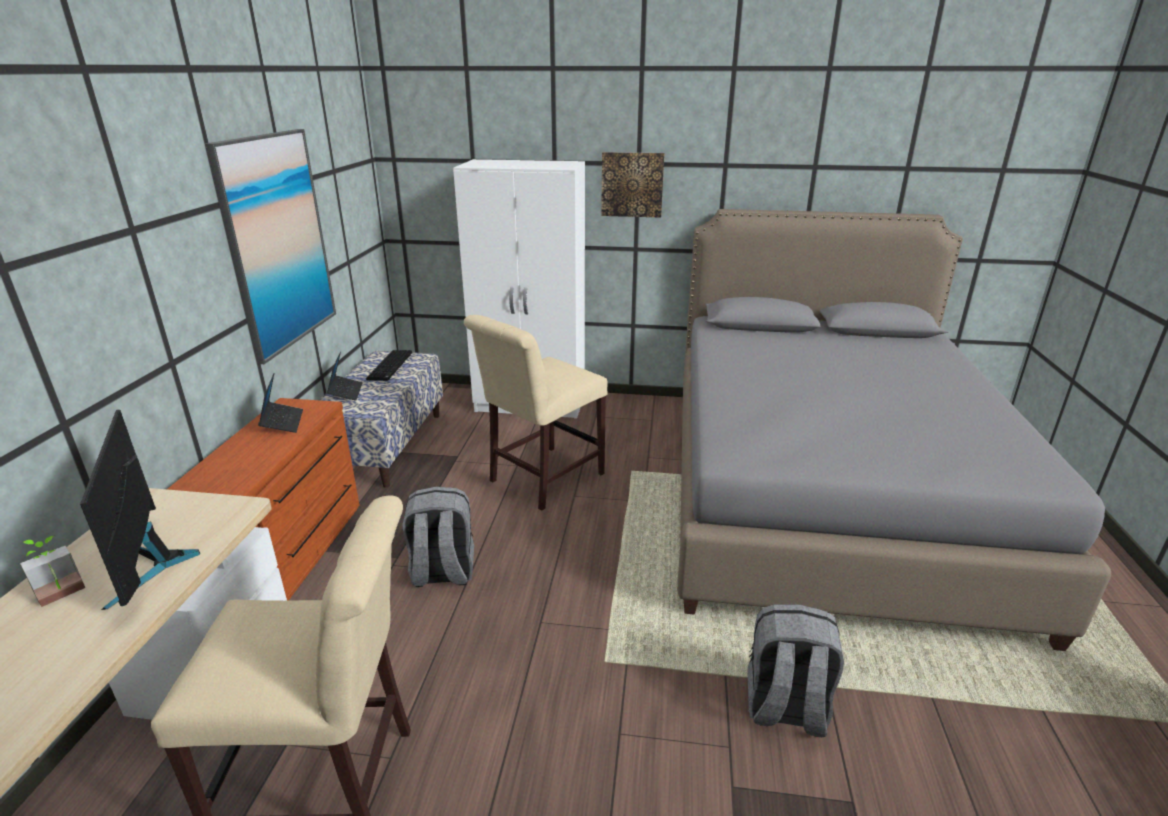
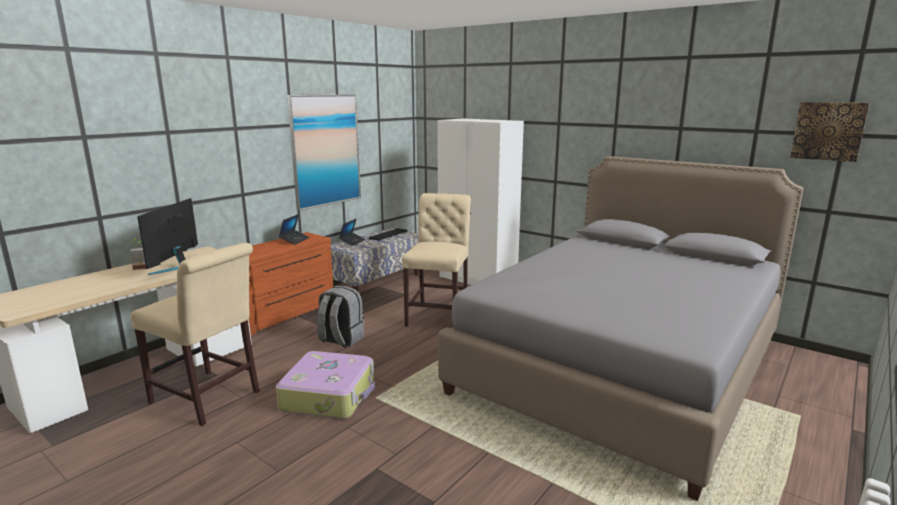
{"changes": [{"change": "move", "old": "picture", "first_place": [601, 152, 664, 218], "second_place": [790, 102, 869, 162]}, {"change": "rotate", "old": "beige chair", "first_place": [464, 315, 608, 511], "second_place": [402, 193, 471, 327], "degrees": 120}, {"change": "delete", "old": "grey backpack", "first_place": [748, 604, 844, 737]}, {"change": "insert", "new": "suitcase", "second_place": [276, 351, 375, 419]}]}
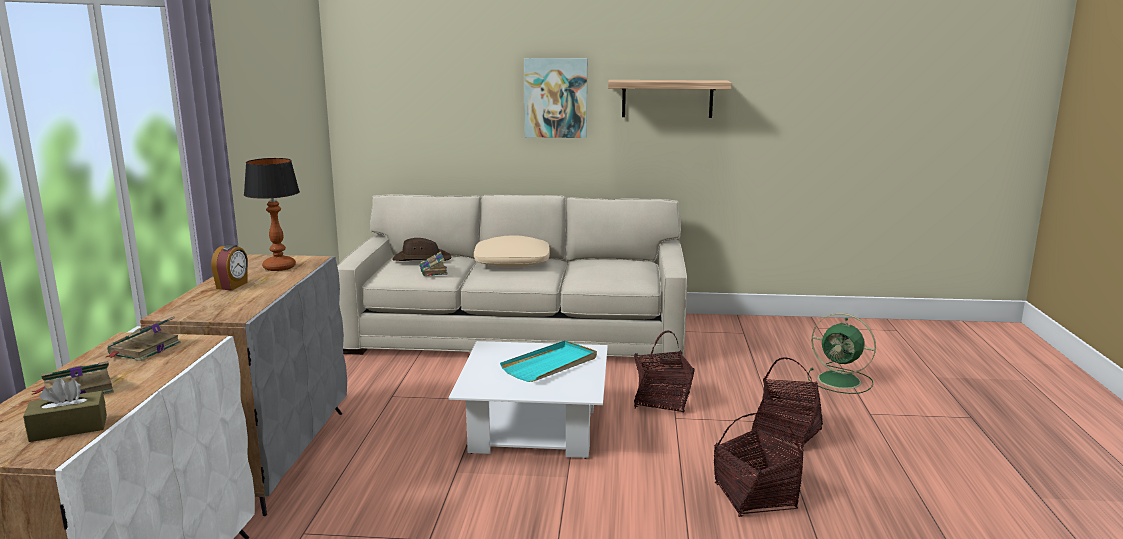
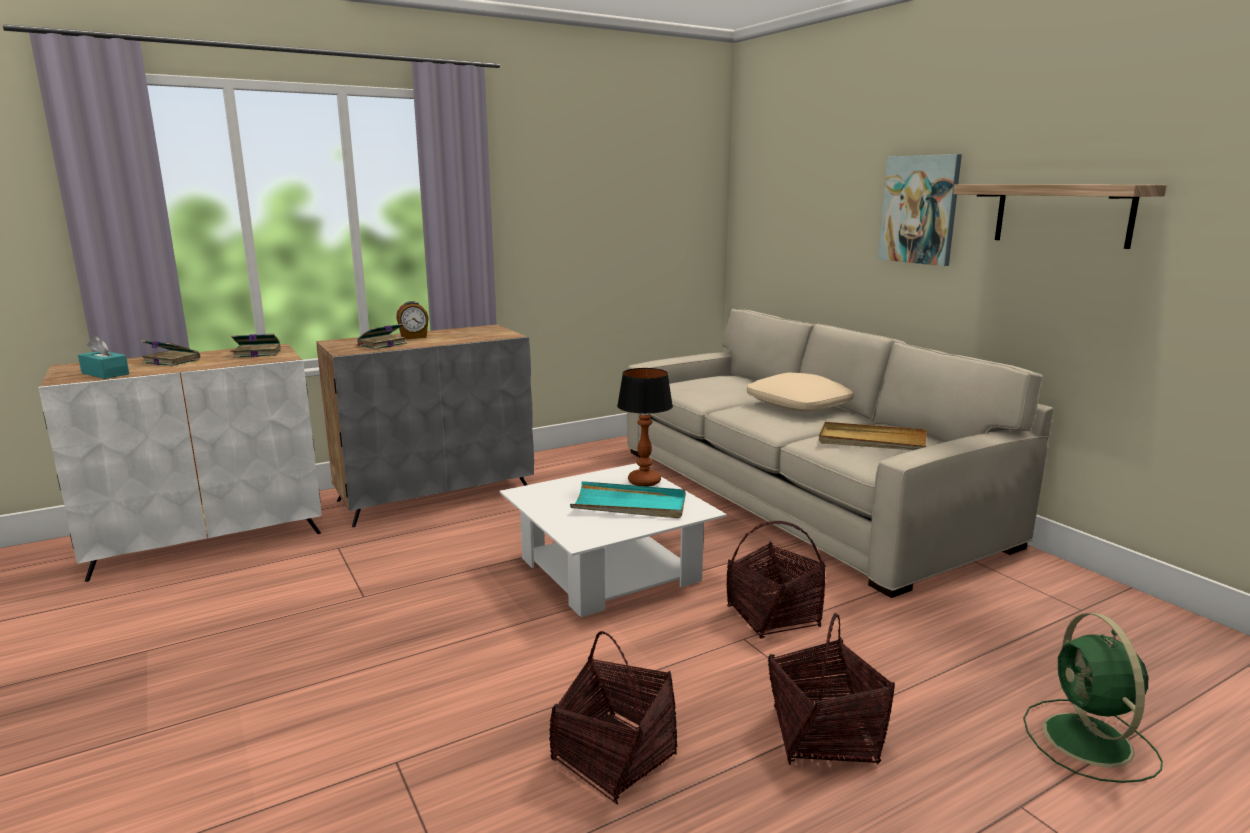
{"changes": [{"change": "move", "old": "table lamp", "first_place": [244, 158, 300, 271], "second_place": [617, 368, 673, 487]}, {"change": "delete", "old": "brown hat", "first_place": [392, 238, 451, 261]}, {"change": "move", "old": "book", "first_place": [420, 252, 448, 276], "second_place": [357, 323, 407, 349]}, {"change": "recolor", "old": "brown tissue box", "new": "turquoise tissue box", "first_place": [23, 378, 107, 442], "second_place": [78, 336, 129, 379]}, {"change": "insert", "new": "beige tray", "second_place": [819, 422, 927, 450]}]}
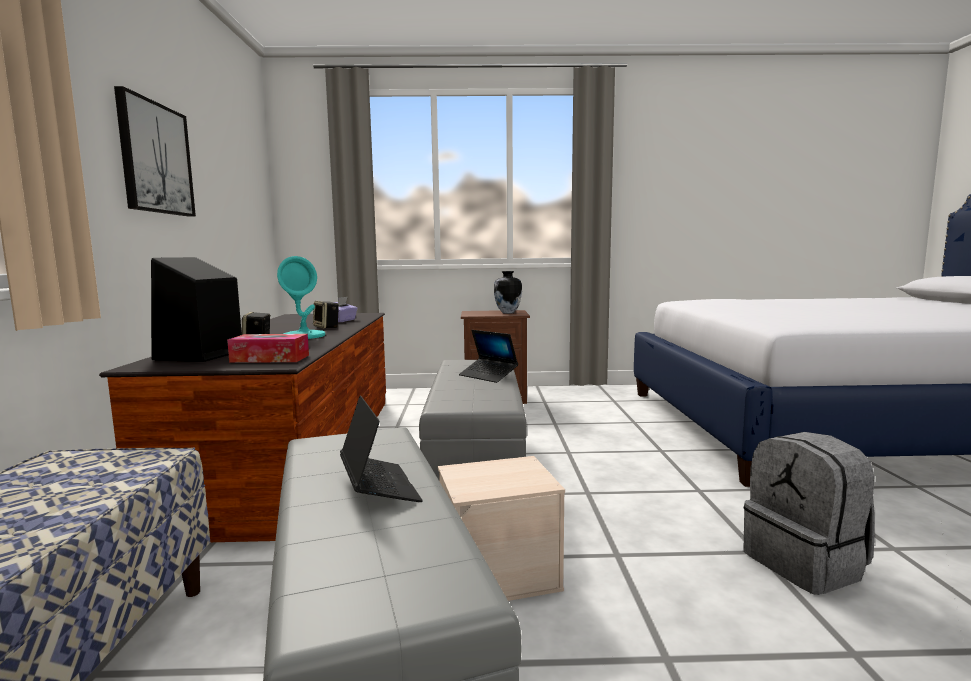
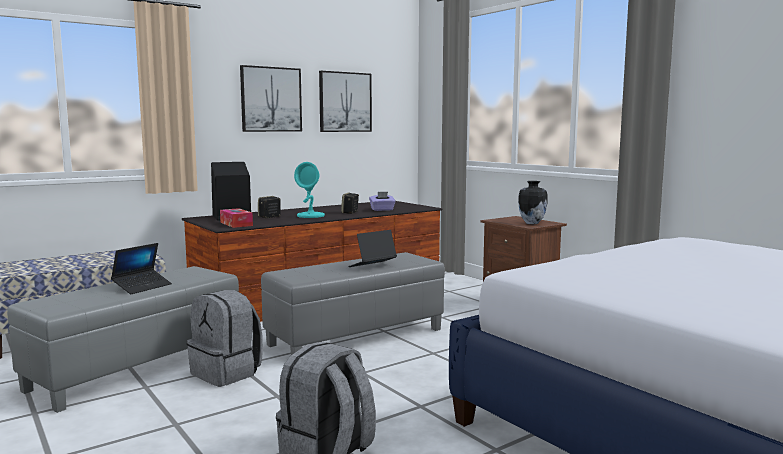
{"changes": [{"change": "rotate", "old": "laptop", "first_place": [459, 330, 518, 383], "second_place": [348, 230, 397, 267], "degrees": 45}, {"change": "replace", "old": "beige storage box", "new": "grey backpack", "first_place": [438, 456, 565, 601], "second_place": [187, 290, 263, 387]}, {"change": "insert", "new": "picture", "second_place": [319, 71, 372, 132]}]}
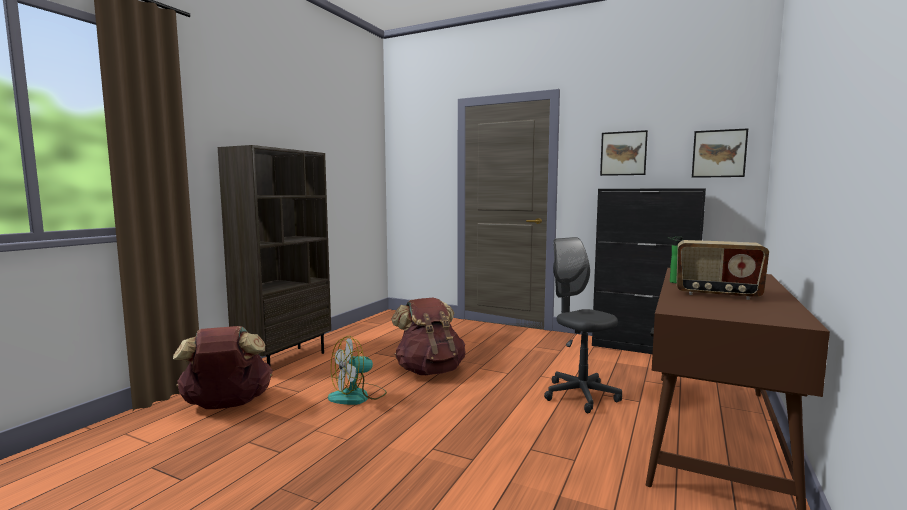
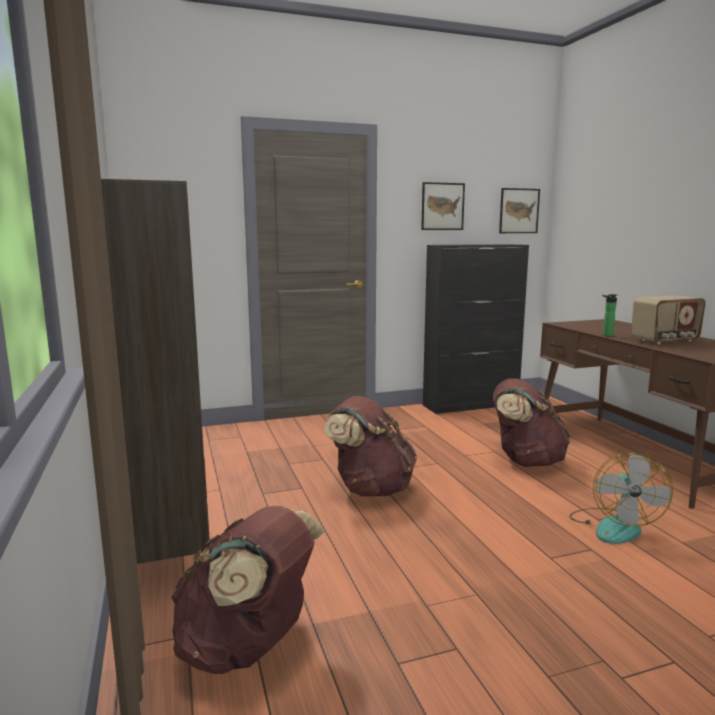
{"changes": [{"change": "replace", "old": "grey office chair", "new": "brown backpack", "first_place": [544, 237, 622, 413], "second_place": [493, 379, 571, 467]}, {"change": "move", "old": "fan", "first_place": [328, 336, 387, 405], "second_place": [569, 452, 673, 544]}]}
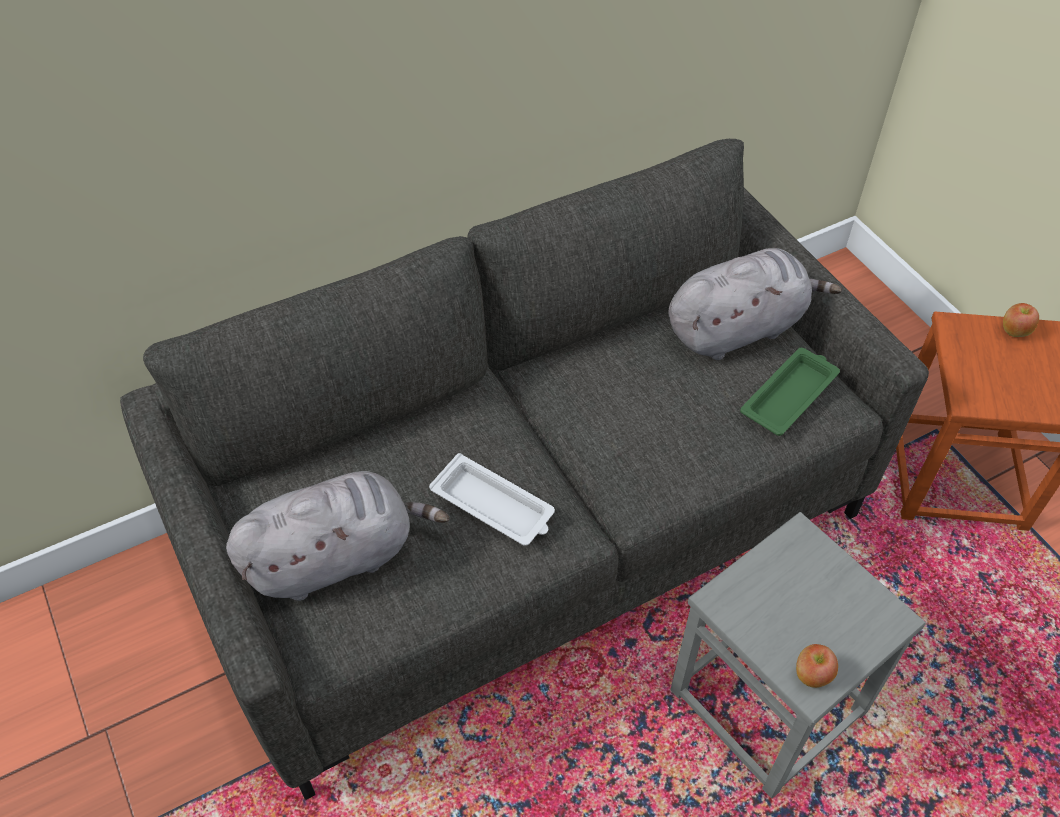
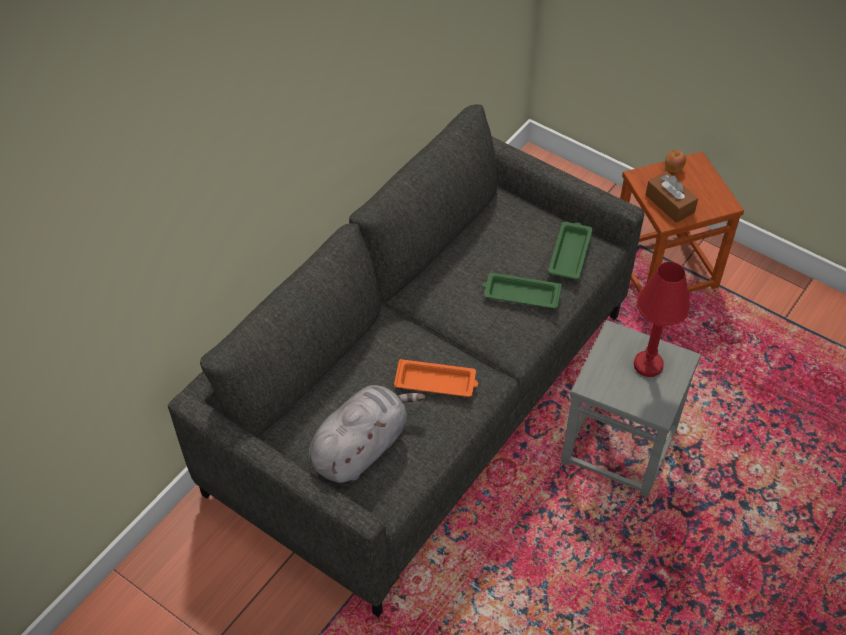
{"changes": [{"change": "delete", "old": "grey plush toy", "first_place": [669, 248, 842, 360]}, {"change": "recolor", "old": "white tray", "new": "orange tray", "first_place": [429, 453, 555, 546], "second_place": [394, 359, 478, 397]}, {"change": "delete", "old": "apple", "first_place": [796, 644, 838, 688]}, {"change": "insert", "new": "brown tissue box", "second_place": [645, 171, 698, 223]}, {"change": "insert", "new": "red table lamp", "second_place": [634, 262, 691, 377]}, {"change": "insert", "new": "green tray", "second_place": [483, 273, 562, 309]}]}
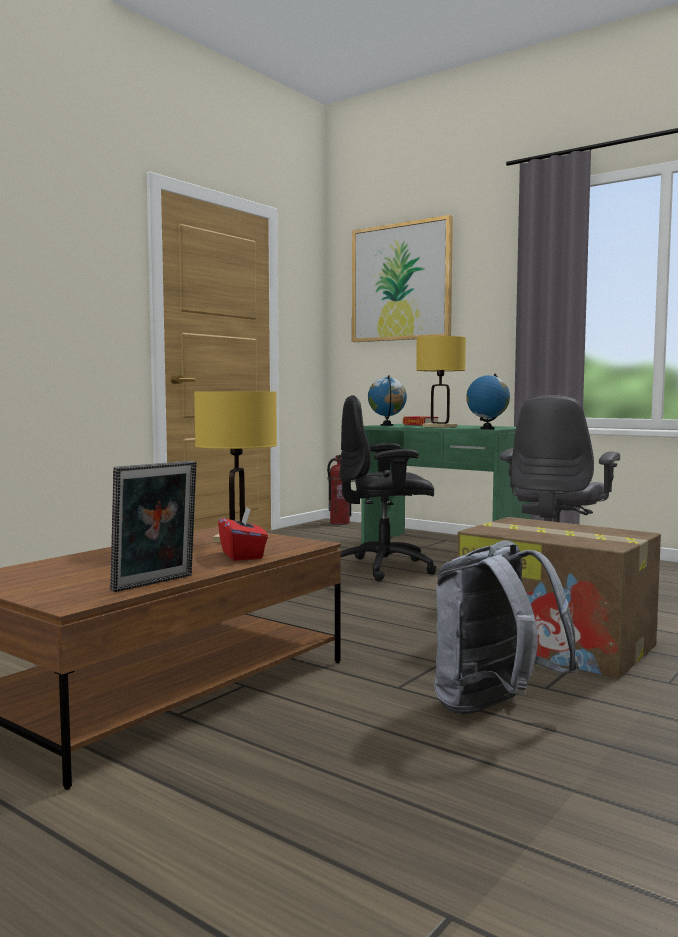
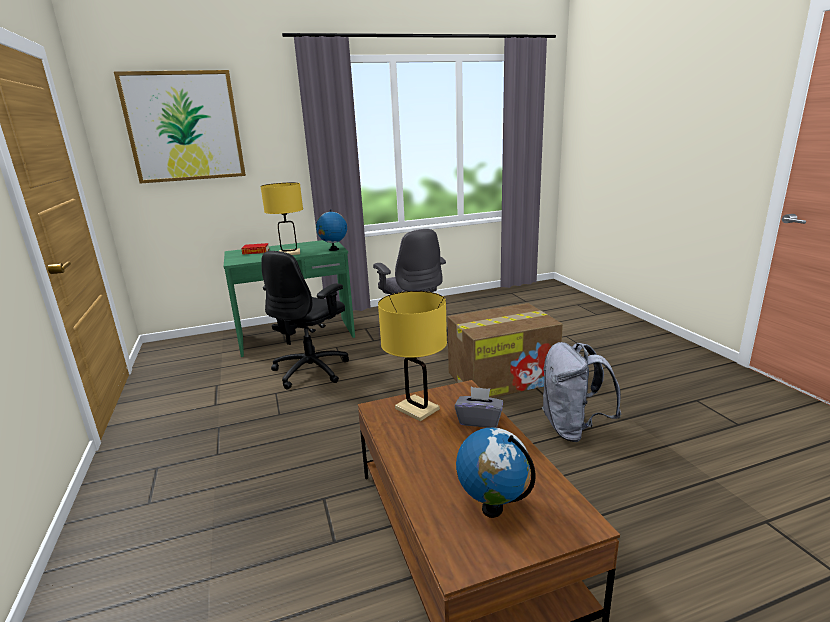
{"changes": [{"change": "move", "old": "globe", "first_place": [368, 375, 407, 426], "second_place": [456, 427, 536, 518]}, {"change": "delete", "old": "fire extinguisher", "first_place": [327, 455, 350, 525]}, {"change": "delete", "old": "picture frame", "first_place": [110, 461, 197, 592]}, {"change": "recolor", "old": "red tissue box", "new": "grey tissue box", "first_place": [218, 507, 268, 561], "second_place": [455, 387, 503, 428]}]}
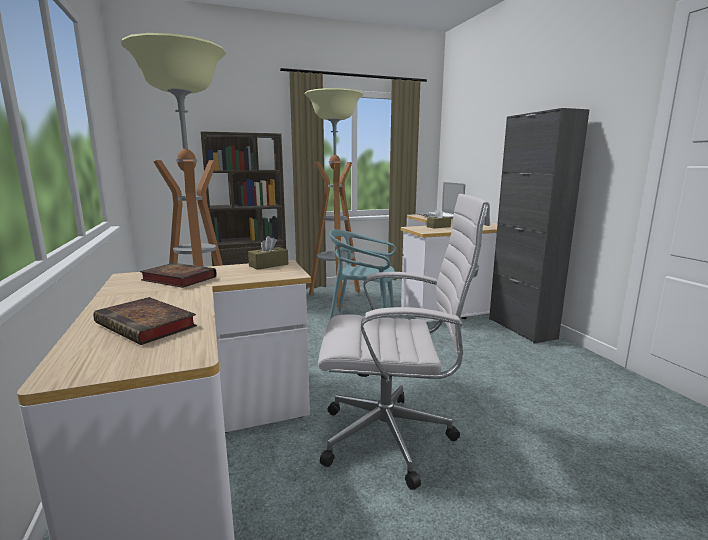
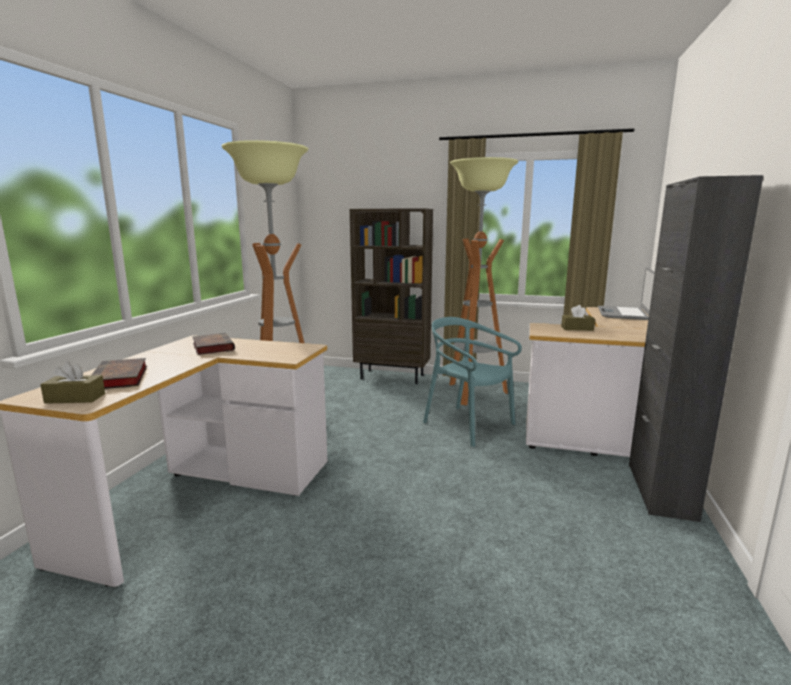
{"changes": [{"change": "delete", "old": "white office chair", "first_place": [318, 194, 490, 490]}, {"change": "move", "old": "brown tissue box", "first_place": [248, 236, 288, 270], "second_place": [40, 361, 105, 404]}]}
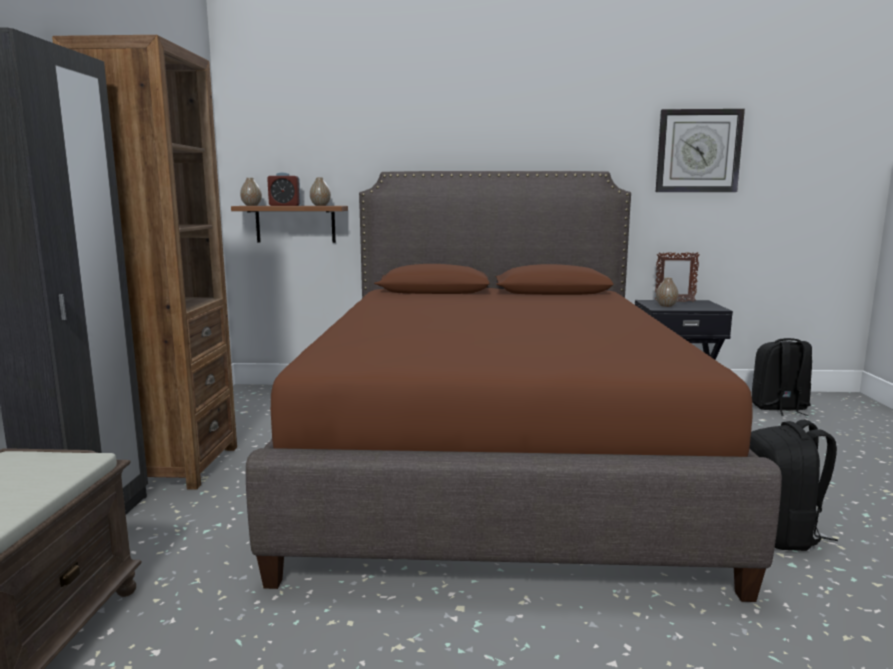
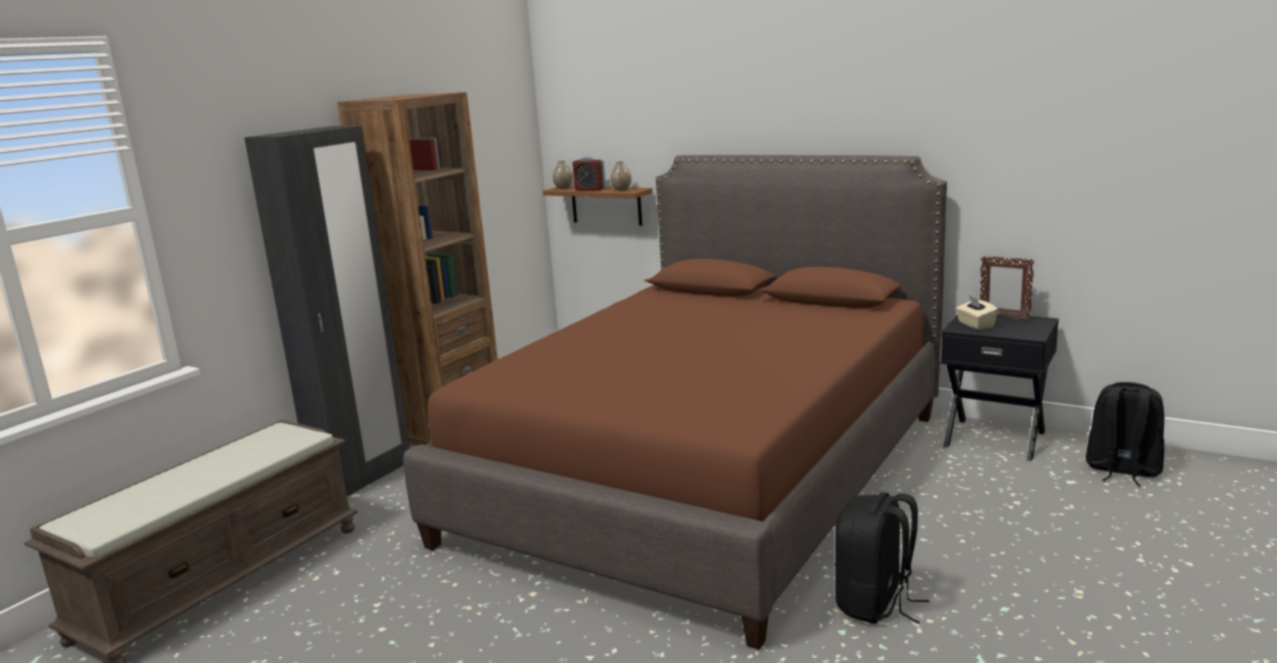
{"changes": [{"change": "delete", "old": "wall clock", "first_place": [656, 109, 745, 192]}, {"change": "replace", "old": "vase", "new": "beige tissue box", "first_place": [656, 278, 678, 307], "second_place": [955, 295, 999, 330]}]}
